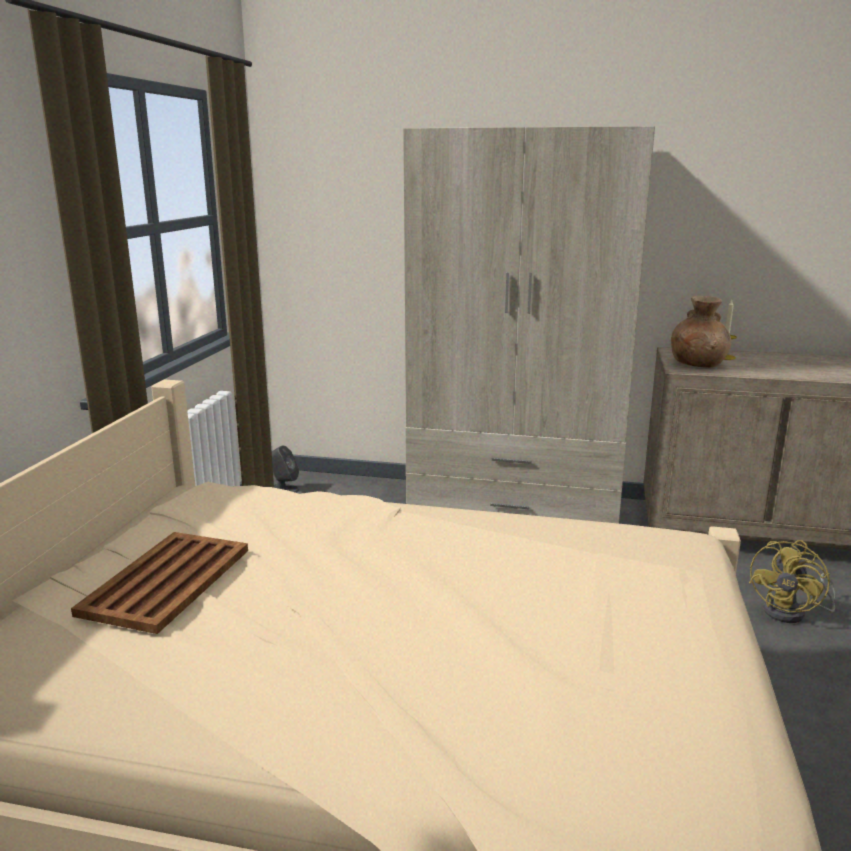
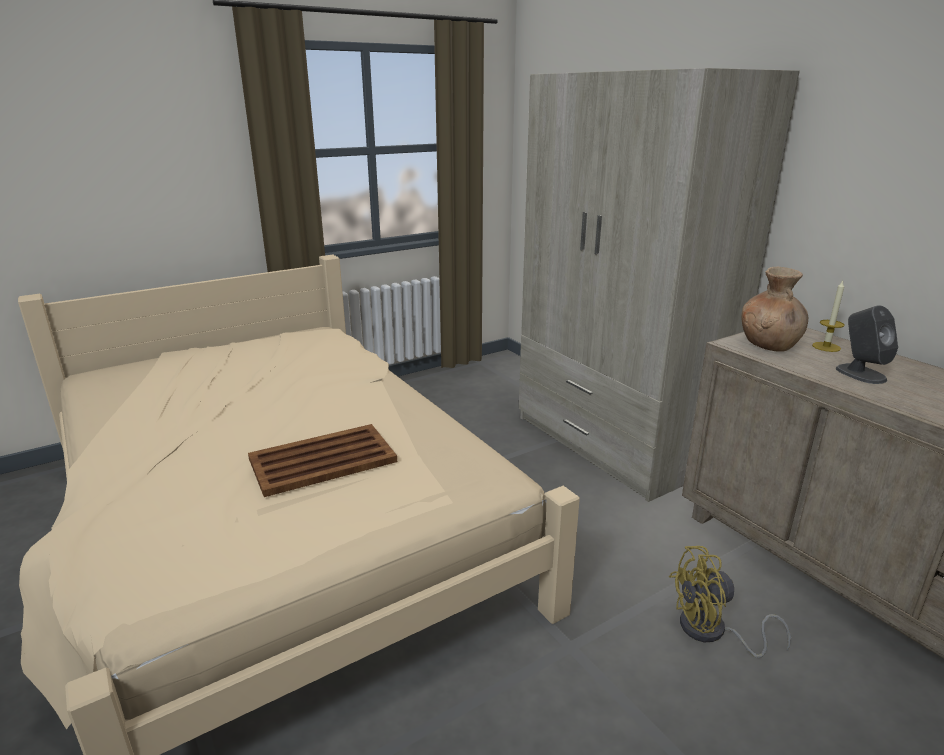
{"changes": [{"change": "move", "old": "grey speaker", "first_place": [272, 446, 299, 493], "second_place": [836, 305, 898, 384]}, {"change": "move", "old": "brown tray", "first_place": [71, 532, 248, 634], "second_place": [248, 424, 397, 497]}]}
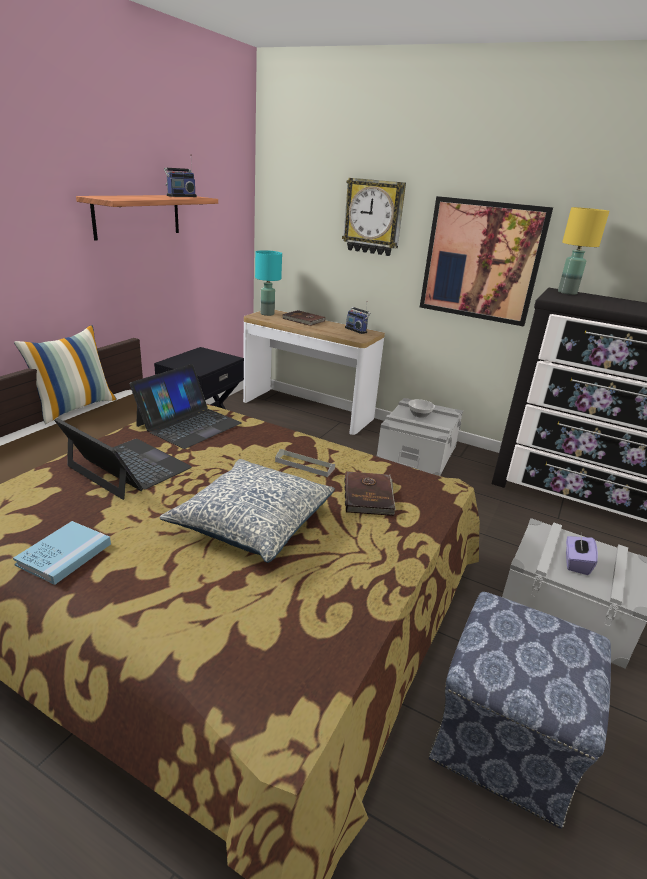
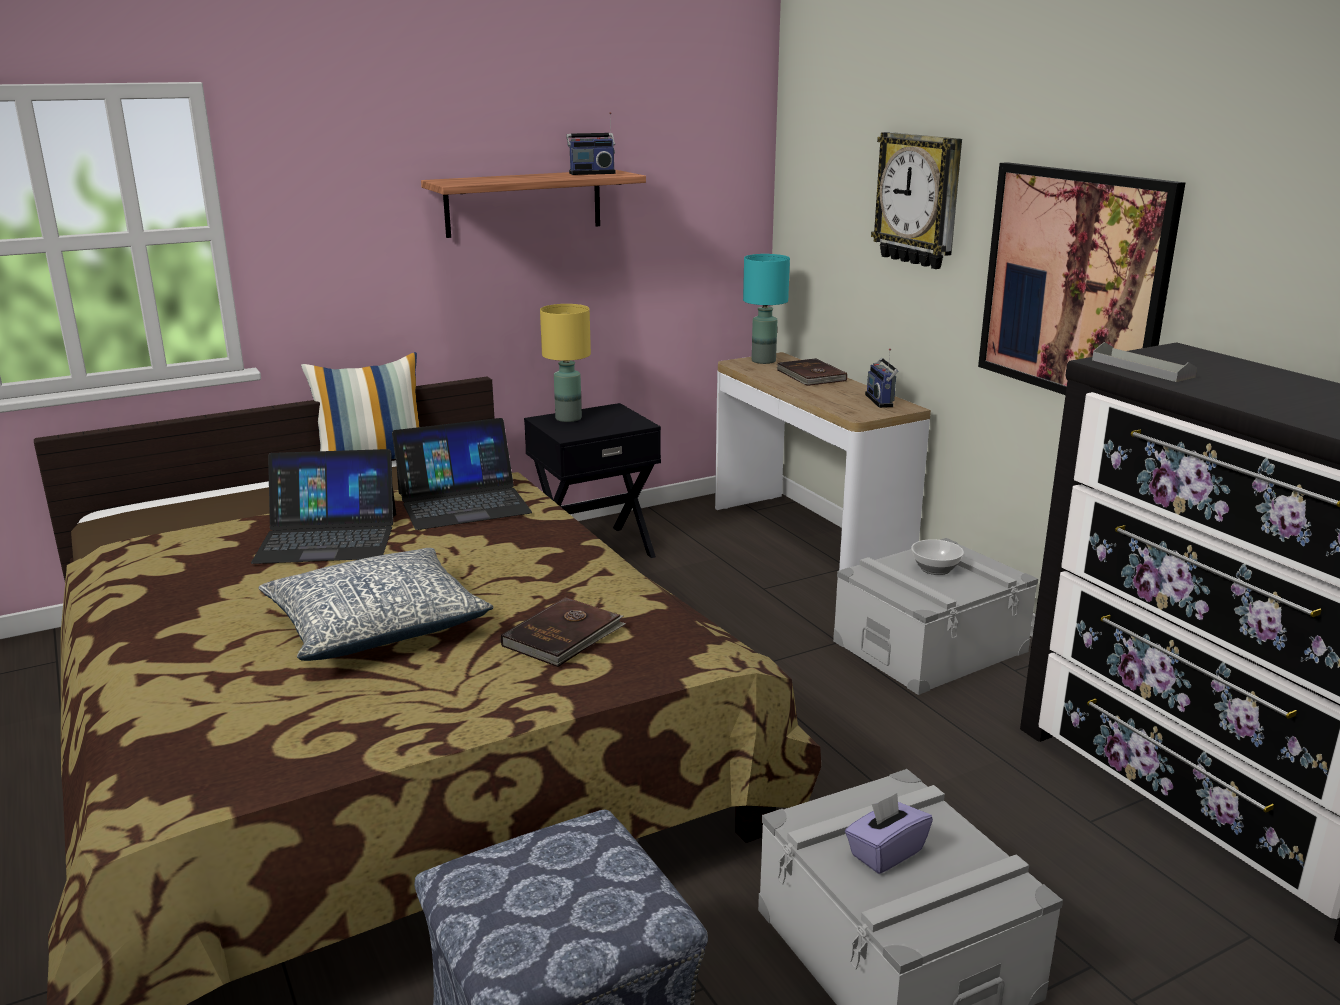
{"changes": [{"change": "move", "old": "yellow table lamp", "first_place": [558, 207, 609, 295], "second_place": [540, 304, 591, 422]}, {"change": "rotate", "old": "laptop", "first_place": [54, 418, 192, 500], "second_place": [251, 449, 396, 564], "degrees": 105}, {"change": "move", "old": "grey tray", "first_place": [275, 449, 335, 477], "second_place": [1092, 342, 1197, 382]}, {"change": "delete", "old": "blue book", "first_place": [13, 521, 111, 585]}]}
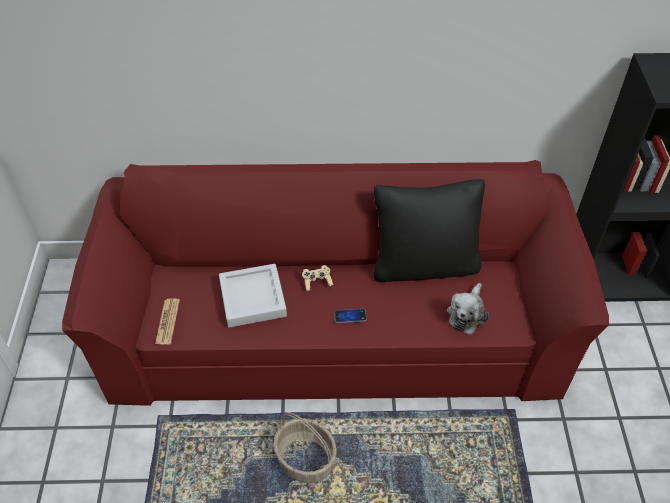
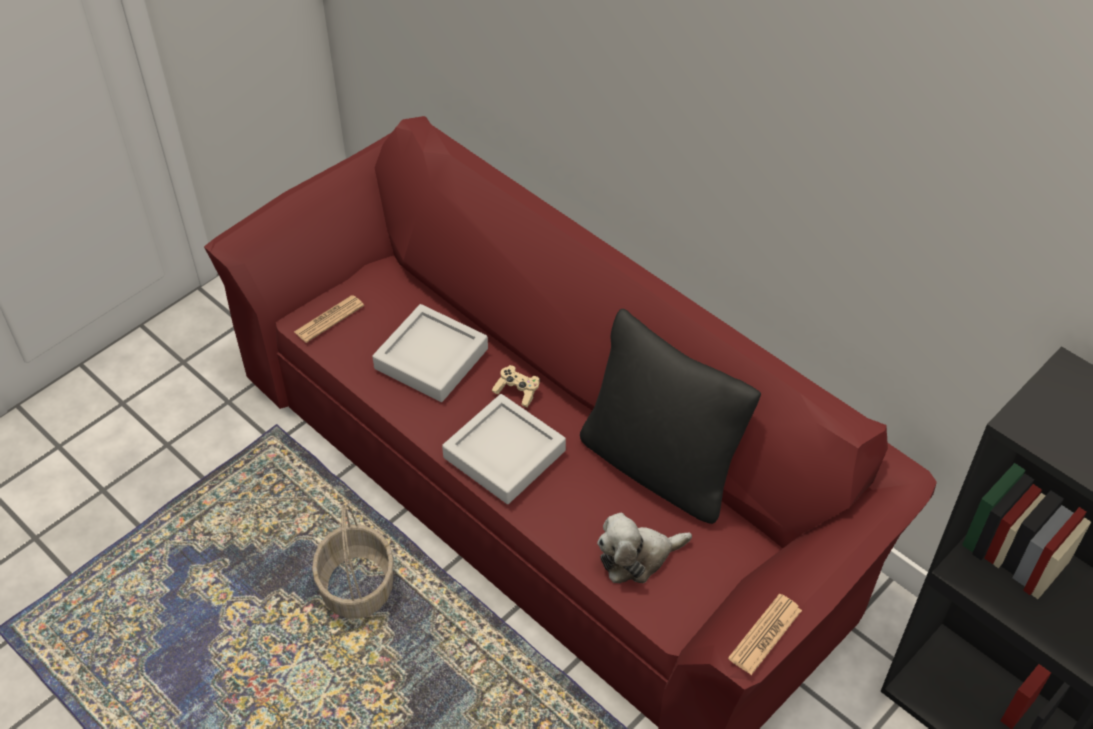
{"changes": [{"change": "replace", "old": "phone", "new": "grey tray", "first_place": [334, 309, 367, 323], "second_place": [442, 394, 566, 504]}, {"change": "insert", "new": "newspaper", "second_place": [728, 593, 802, 675]}]}
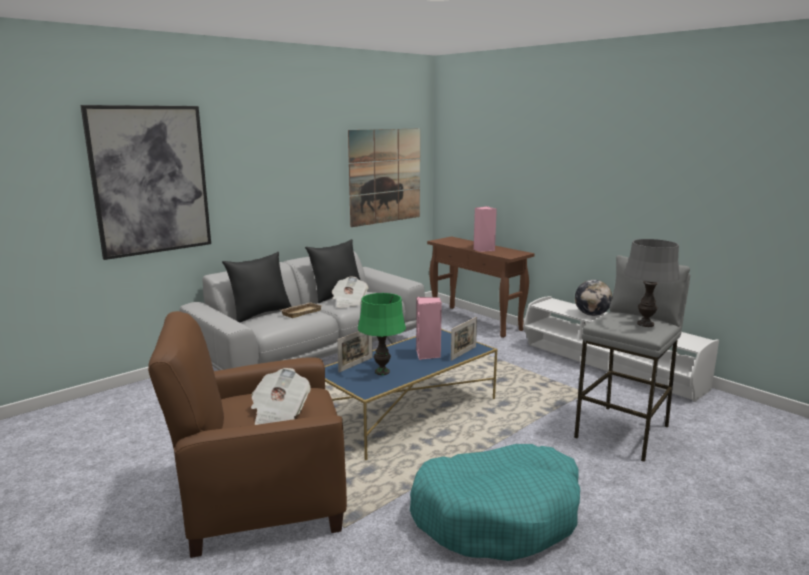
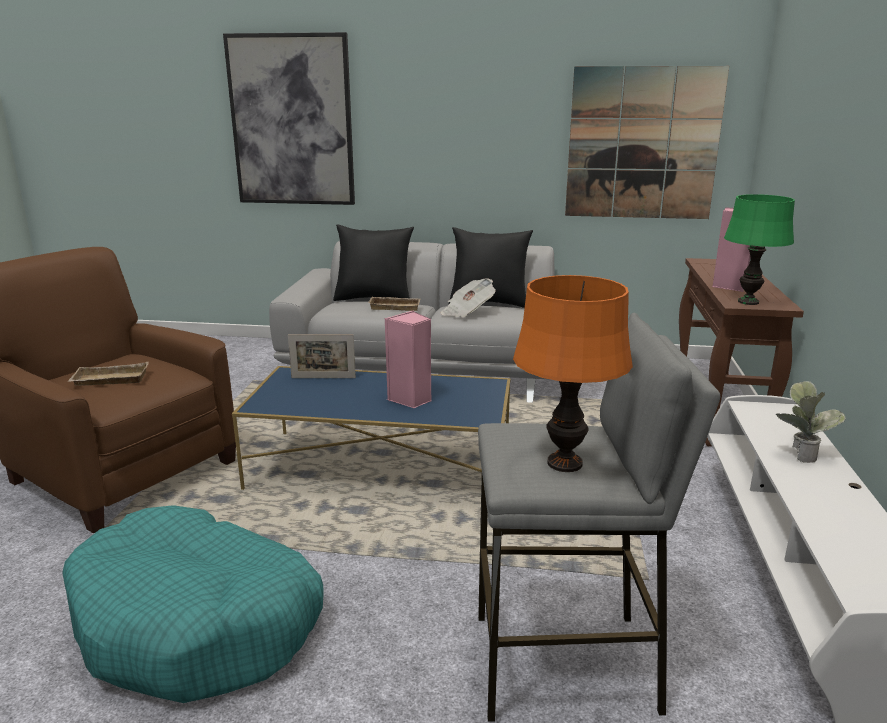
{"changes": [{"change": "recolor", "old": "grey table lamp", "new": "orange table lamp", "first_place": [624, 239, 680, 327], "second_place": [513, 275, 633, 472]}, {"change": "replace", "old": "globe", "new": "potted plant", "first_place": [575, 280, 613, 316], "second_place": [776, 381, 846, 463]}, {"change": "move", "old": "green table lamp", "first_place": [358, 293, 406, 375], "second_place": [724, 194, 795, 305]}, {"change": "delete", "old": "picture frame", "first_place": [451, 317, 477, 361]}, {"change": "replace", "old": "newspaper", "new": "beige tray", "first_place": [251, 368, 311, 425], "second_place": [68, 362, 149, 385]}]}
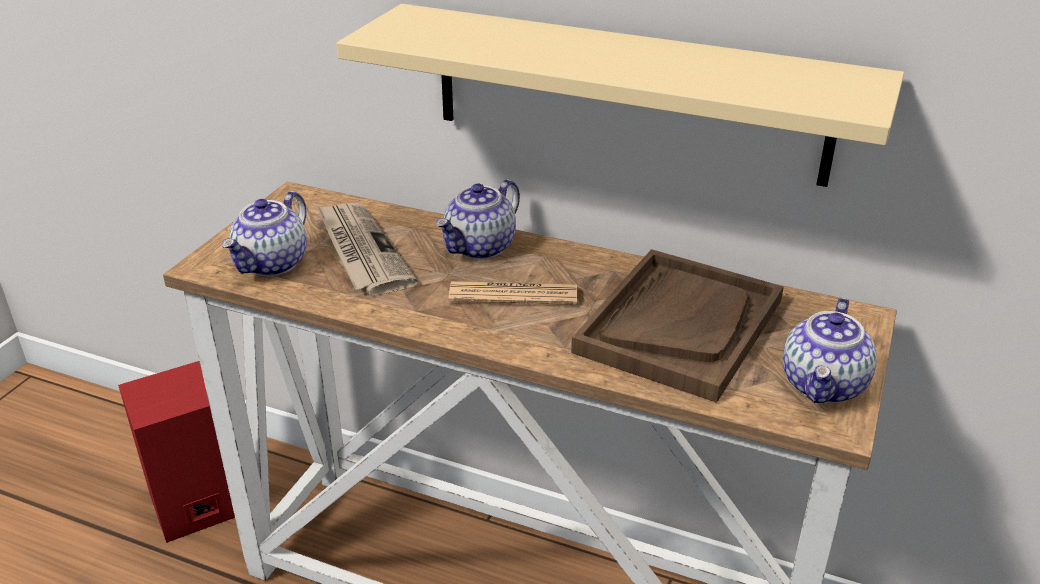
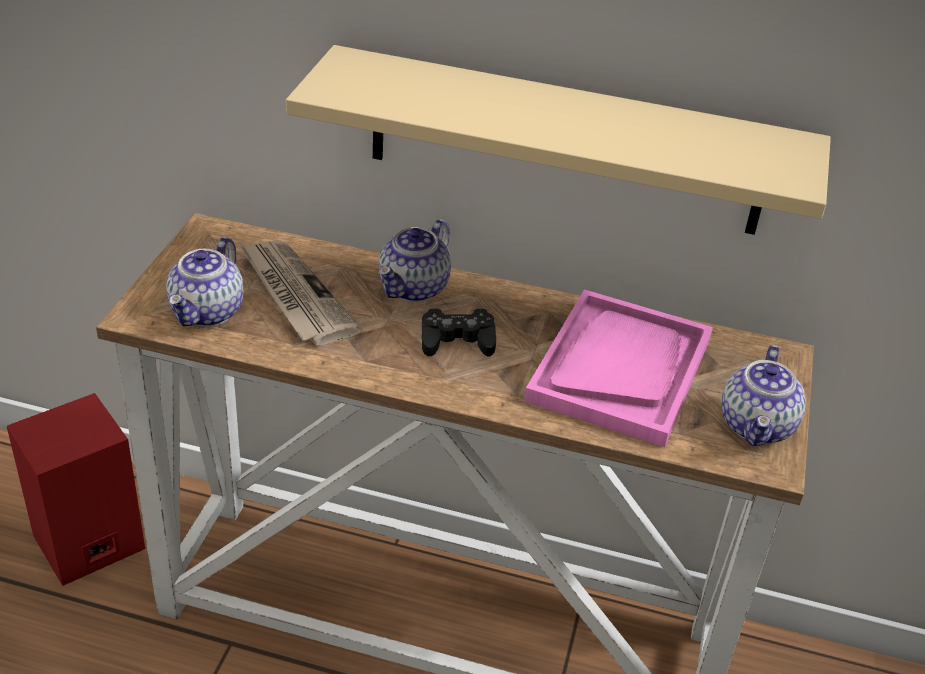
{"changes": [{"change": "recolor", "old": "brown tray", "new": "pink tray", "first_place": [571, 249, 784, 403], "second_place": [524, 289, 713, 447]}, {"change": "replace", "old": "newspaper", "new": "black game controller", "first_place": [448, 281, 577, 305], "second_place": [422, 308, 496, 356]}]}
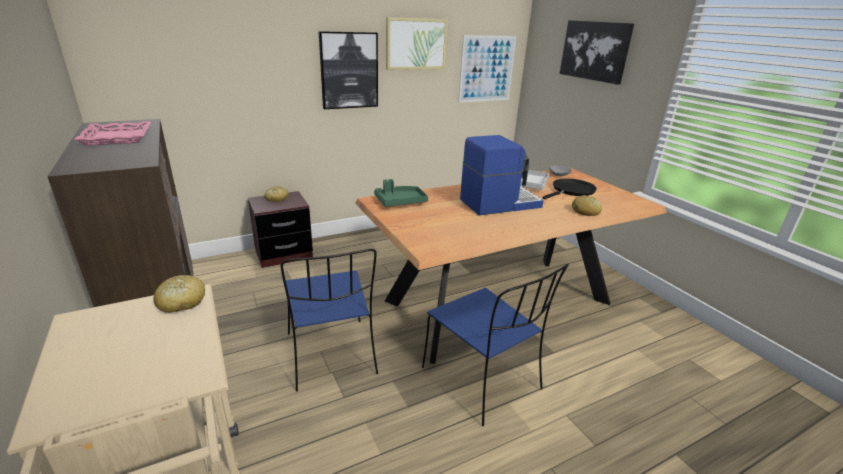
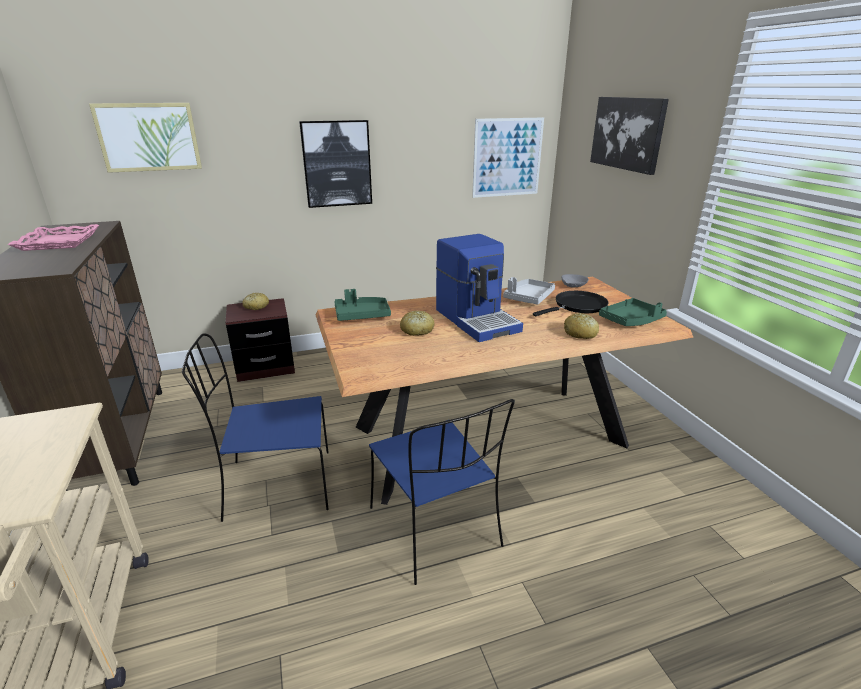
{"changes": [{"change": "move", "old": "picture", "first_place": [386, 17, 448, 70], "second_place": [89, 103, 202, 173]}, {"change": "rotate", "old": "coffee machine", "first_place": [460, 135, 544, 215], "second_place": [436, 234, 523, 342], "degrees": 75}, {"change": "rotate", "old": "blue chair", "first_place": [281, 249, 378, 392], "second_place": [182, 334, 329, 522], "degrees": 90}, {"change": "move", "old": "bread", "first_place": [153, 275, 205, 313], "second_place": [400, 311, 434, 336]}, {"change": "insert", "new": "green tray", "second_place": [599, 298, 667, 326]}]}
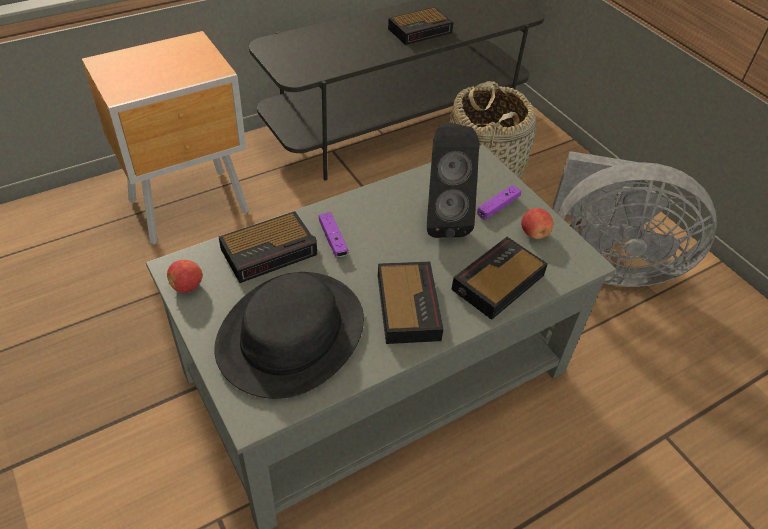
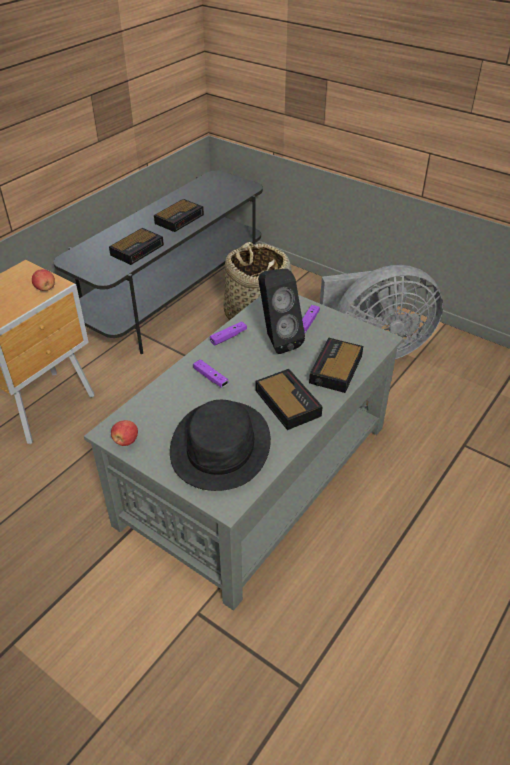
{"changes": [{"change": "move", "old": "apple", "first_place": [521, 208, 553, 239], "second_place": [32, 269, 55, 291]}, {"change": "move", "old": "alarm clock", "first_place": [219, 211, 317, 283], "second_place": [109, 228, 164, 265]}, {"change": "insert", "new": "purple game controller", "second_place": [210, 321, 247, 345]}]}
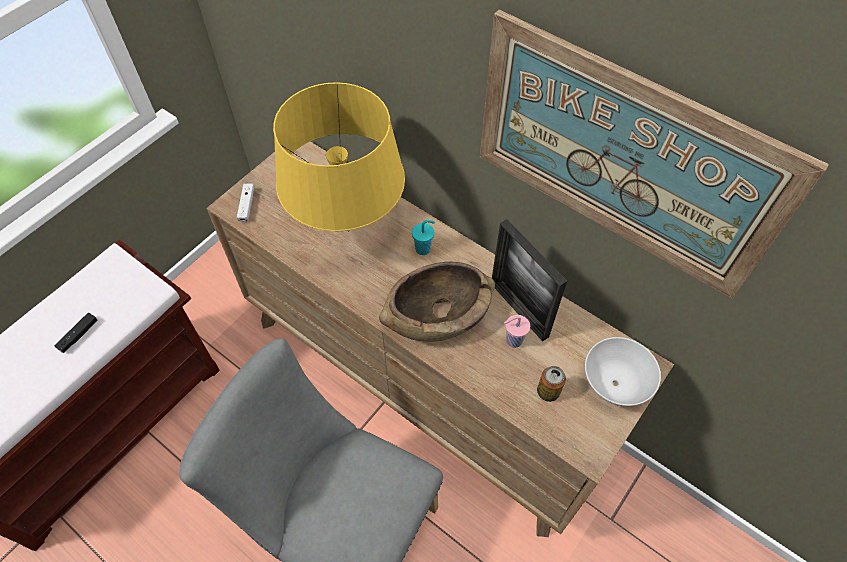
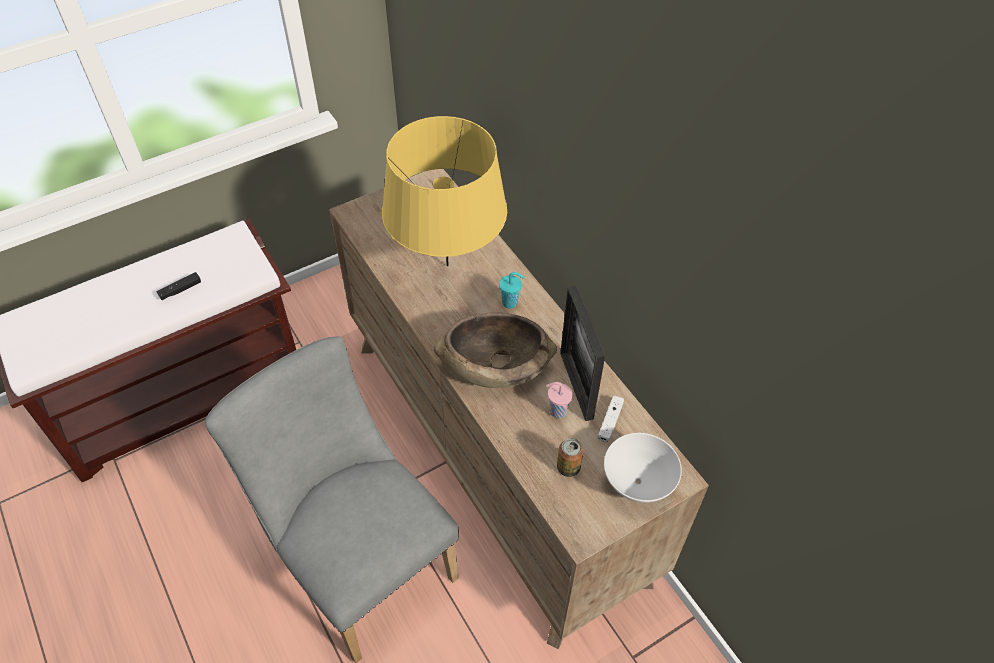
{"changes": [{"change": "delete", "old": "picture", "first_place": [480, 10, 829, 298]}, {"change": "move", "old": "white game controller", "first_place": [237, 184, 254, 222], "second_place": [598, 395, 624, 443]}]}
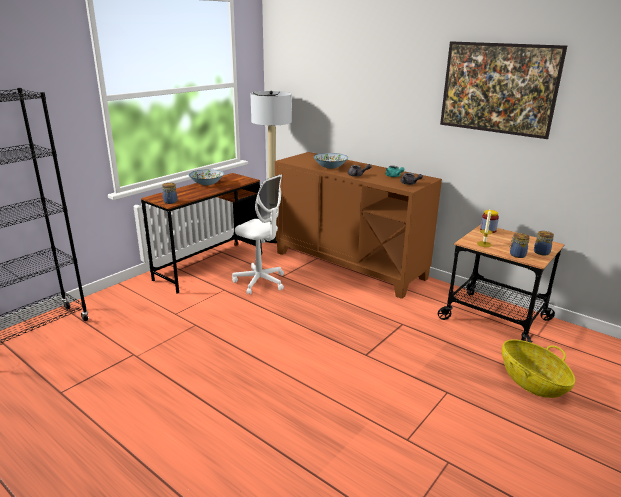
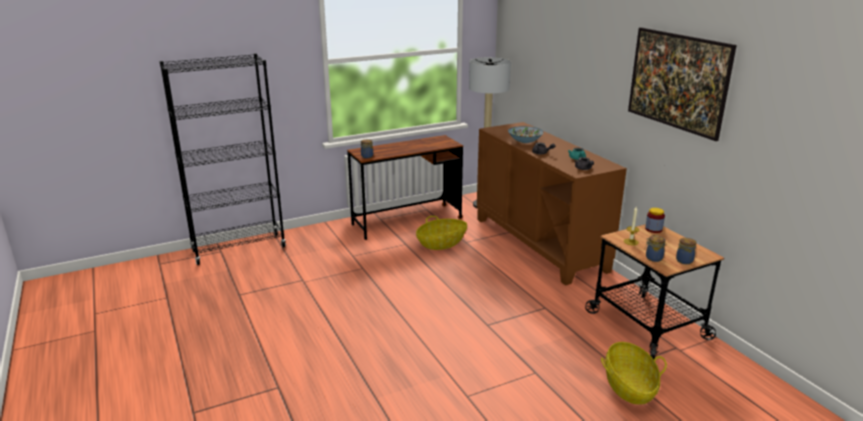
{"changes": [{"change": "delete", "old": "bowl", "first_place": [189, 169, 224, 186]}, {"change": "replace", "old": "white office chair", "new": "basket", "first_place": [232, 174, 284, 295], "second_place": [416, 216, 467, 250]}]}
